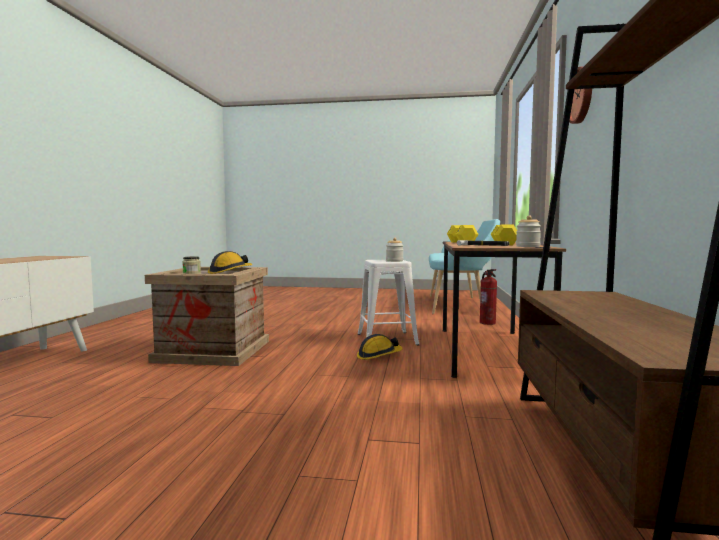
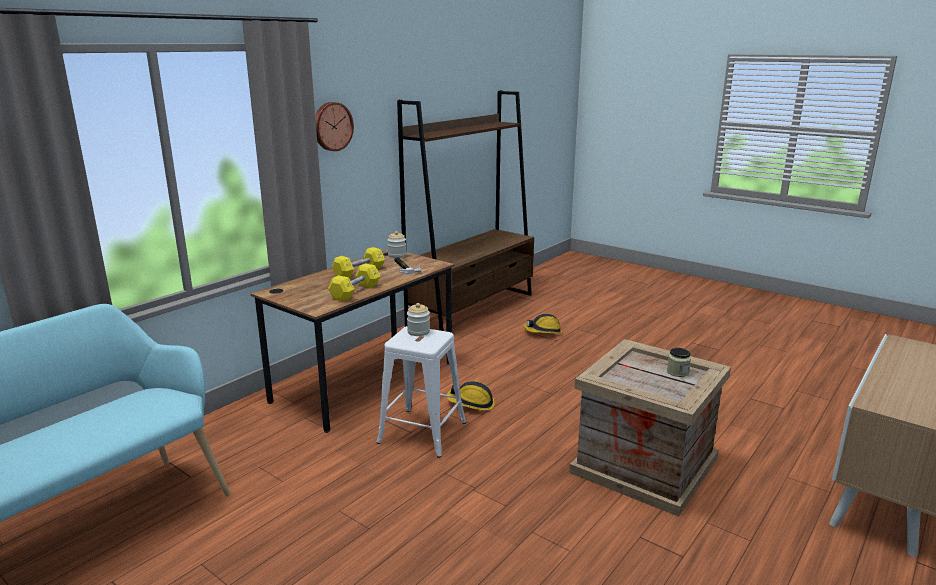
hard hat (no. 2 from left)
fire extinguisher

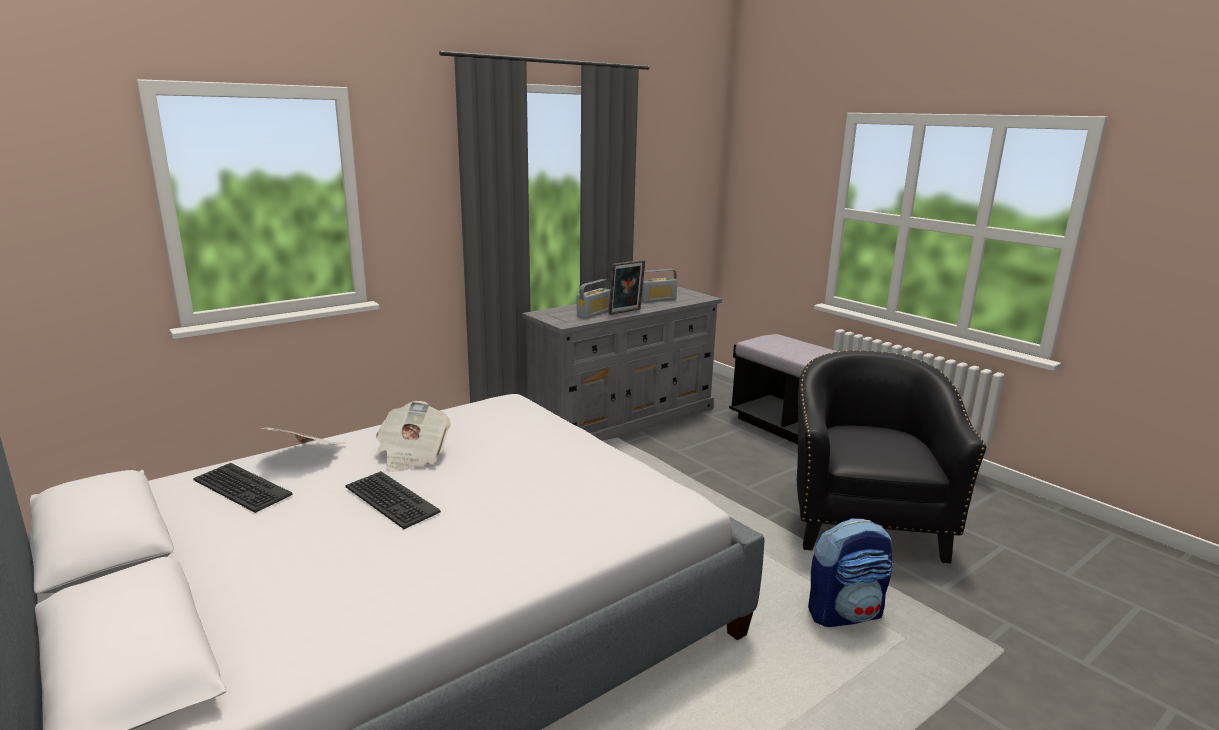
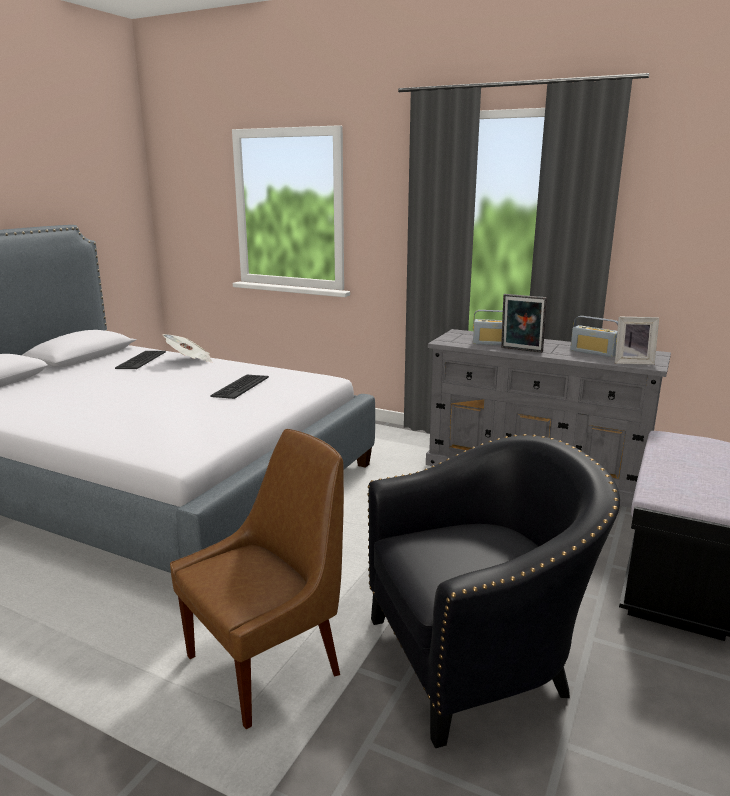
newspaper (no. 2 from left in the first image)
keyboard (no. 2 from left)
chair (brown)
picture frame (no. 2 from left)

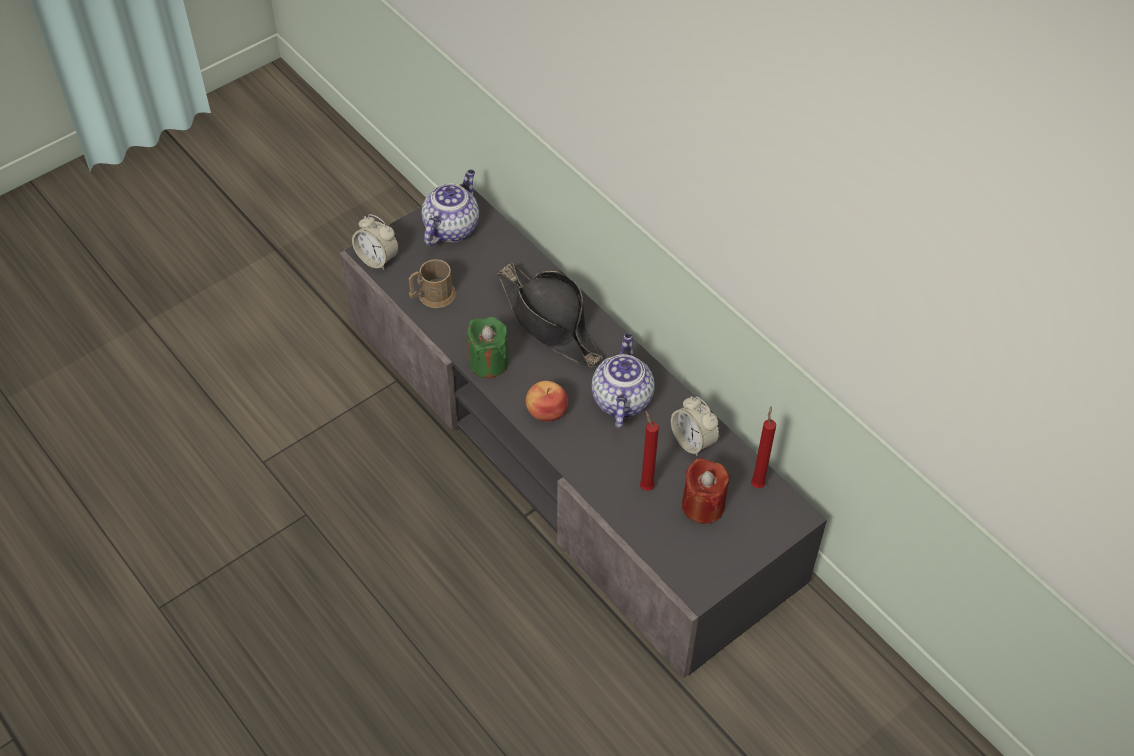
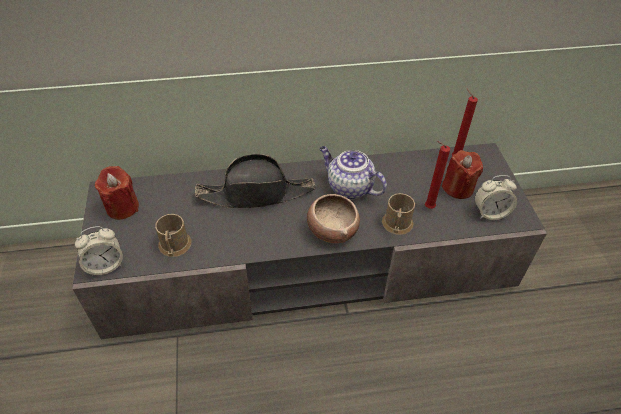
candle (red) (no. 1 from left)
candle (green)
bowl
alarm clock (no. 2 from left)
mug (brown) (no. 2 from left)

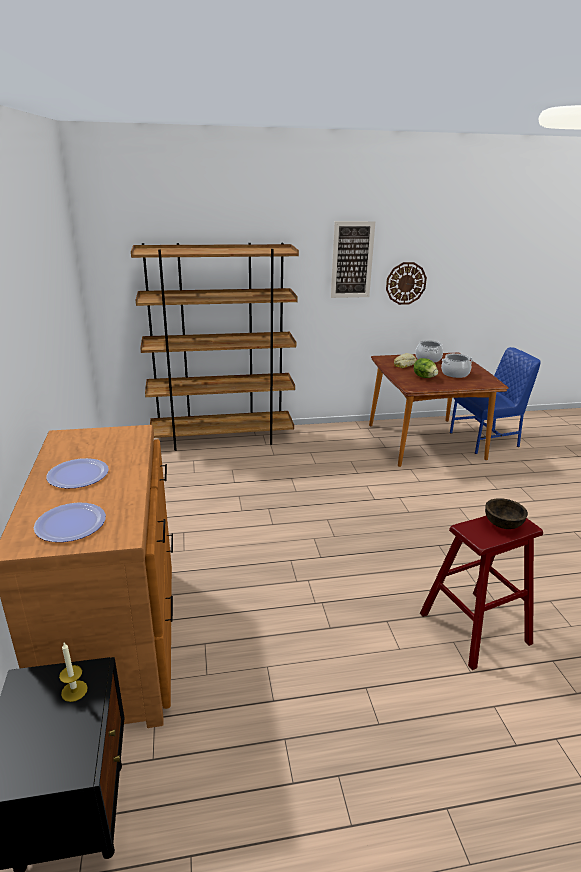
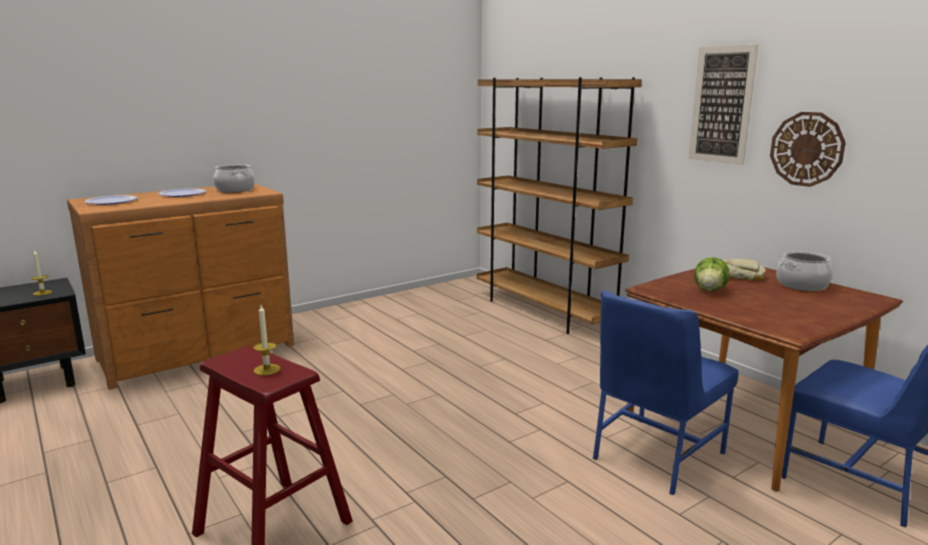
cooking pot (no. 1 from left)
candle (no. 2 from left)
chair (blue) (no. 1 from left)

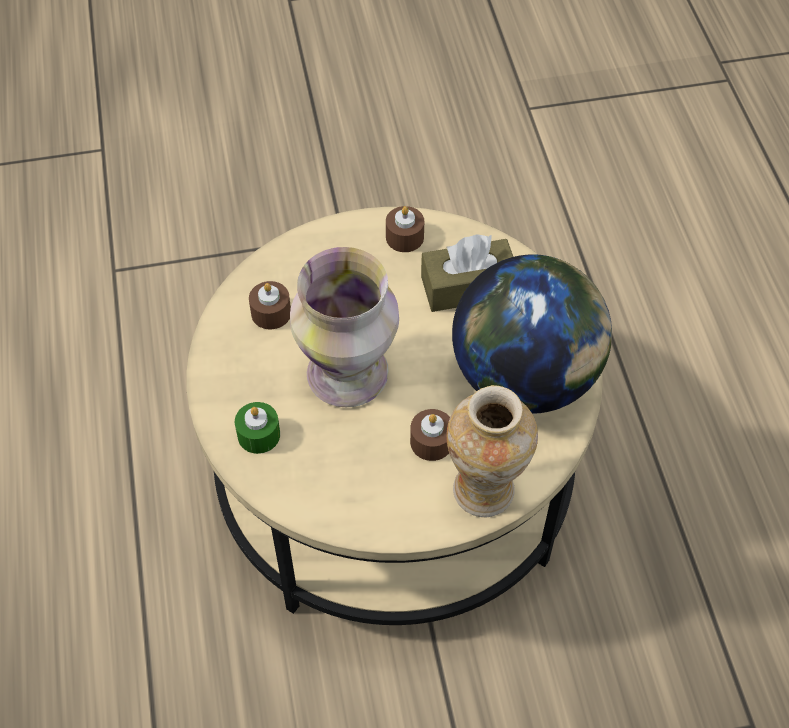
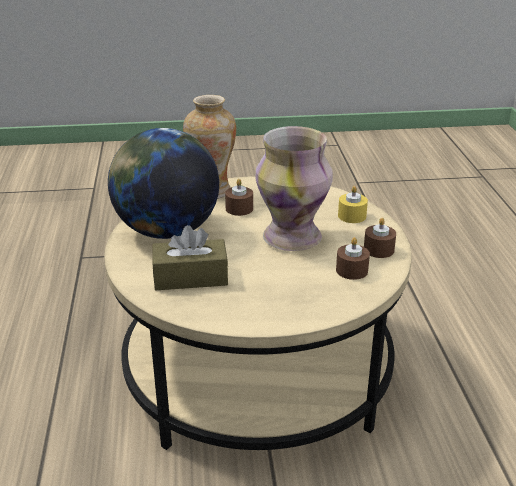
candle (brown) (no. 3 from left)
candle (yellow)

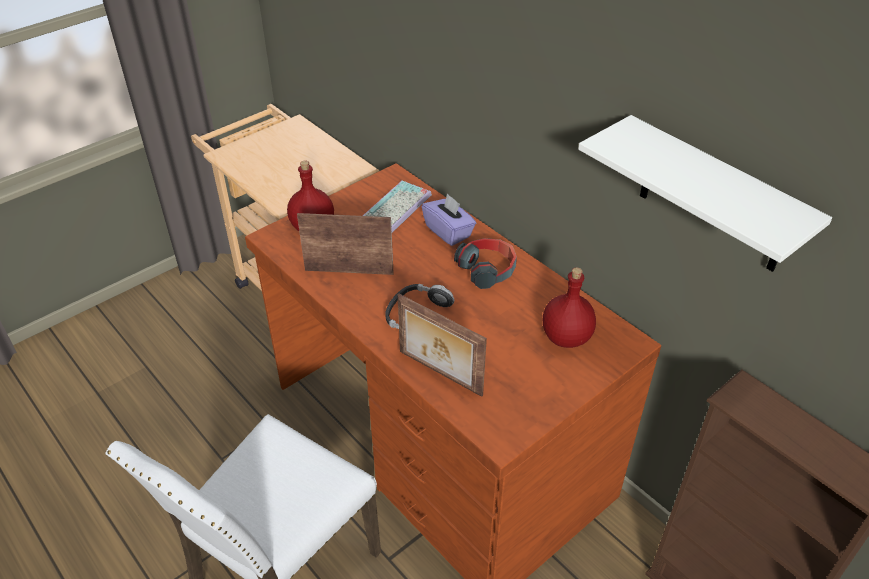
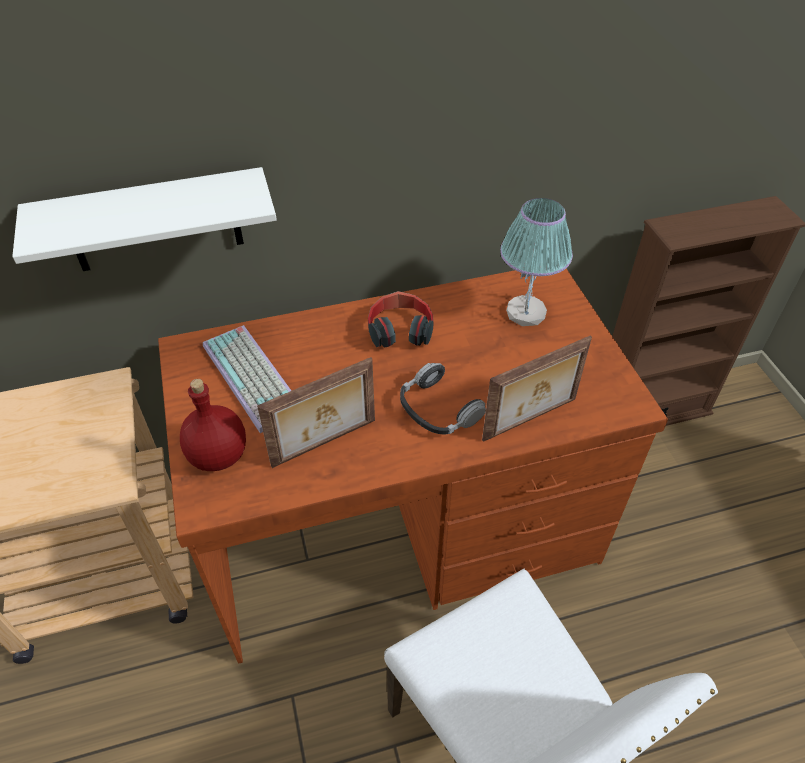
shelf (white)
tissue box (purple)
picture frame (no. 1 from left)
table lamp

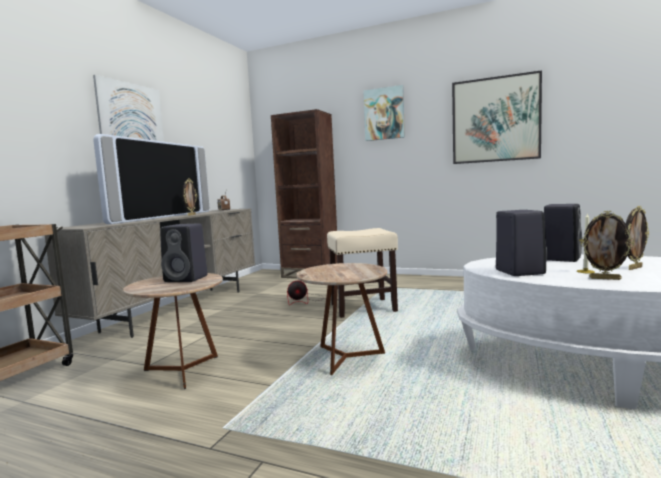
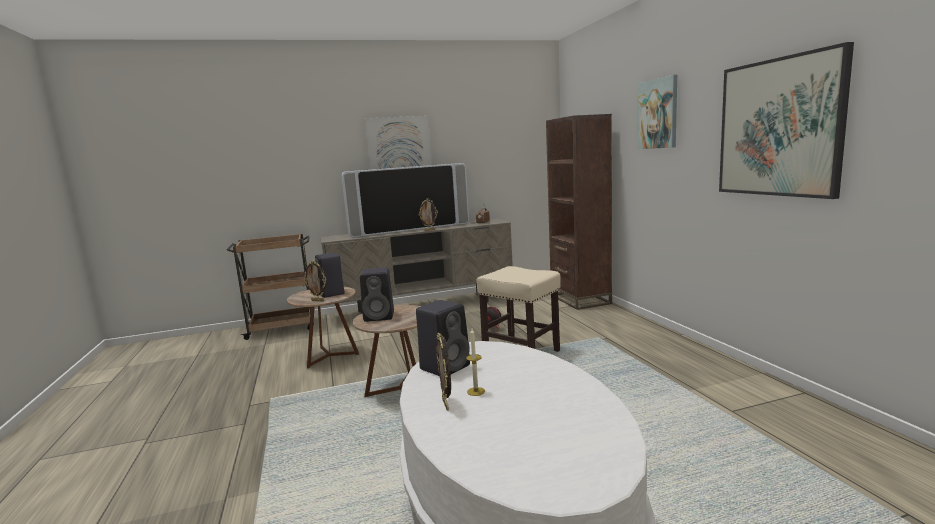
speaker (black) (no. 2 from left)
picture frame (no. 1 from left)

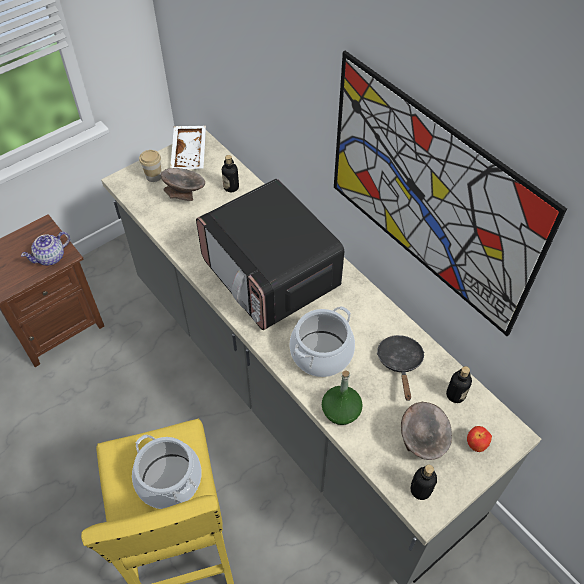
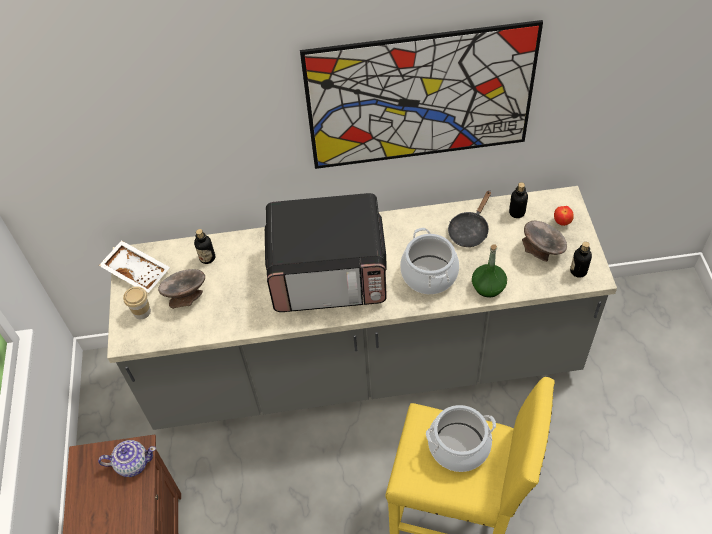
teapot
frying pan (black)

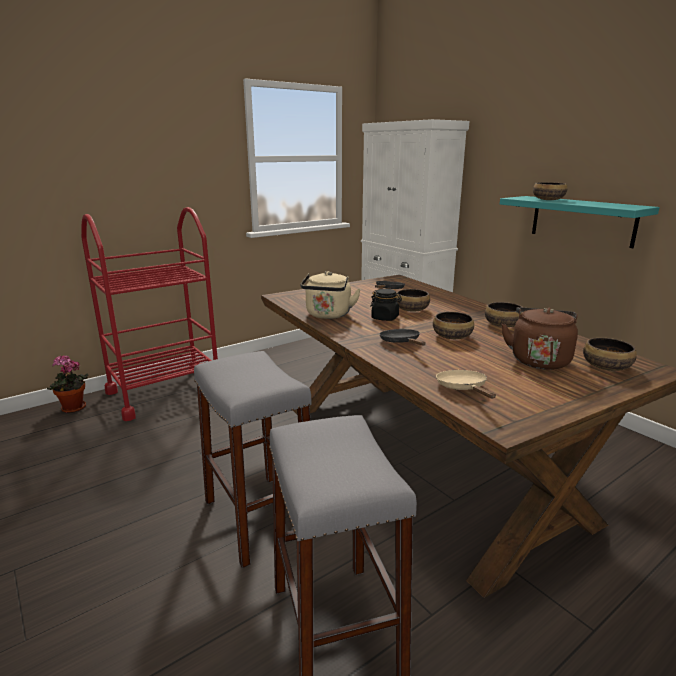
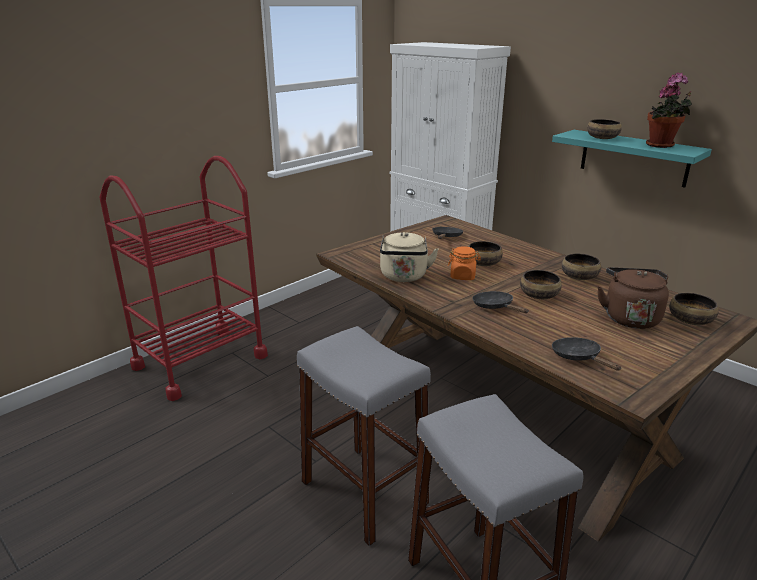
jar (orange)
potted plant
frying pan (black) (no. 3 from left)

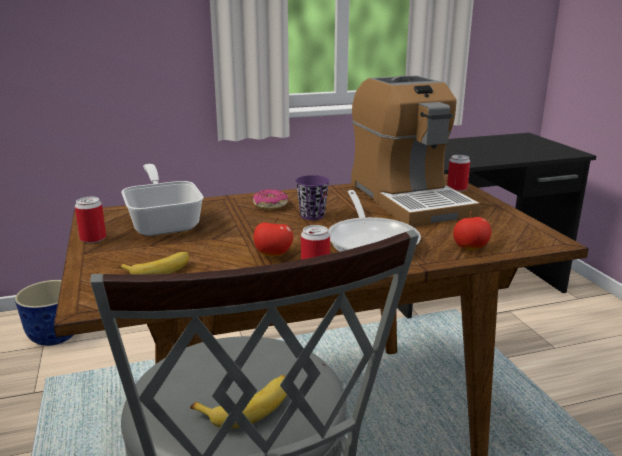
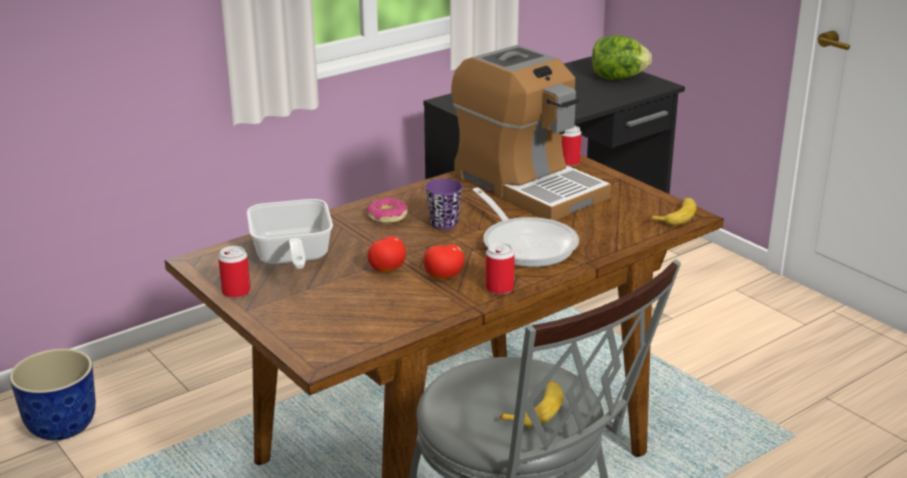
frying pan (no. 1 from left)
apple (no. 1 from left)
banana (no. 2 from left)
lettuce

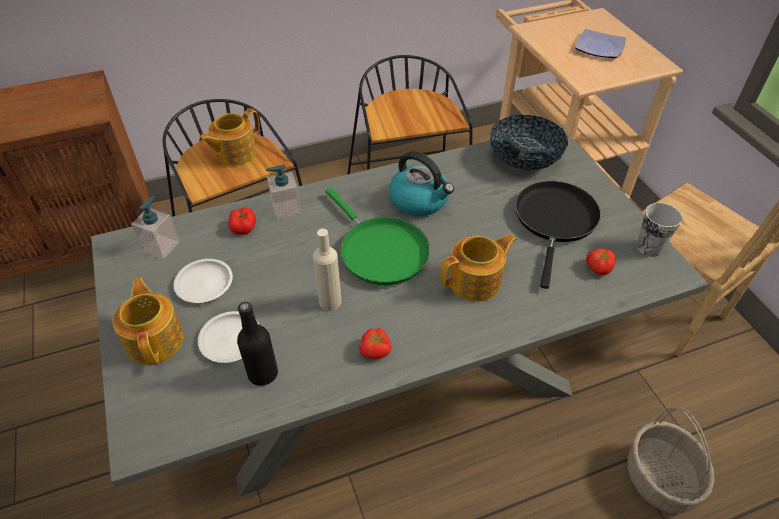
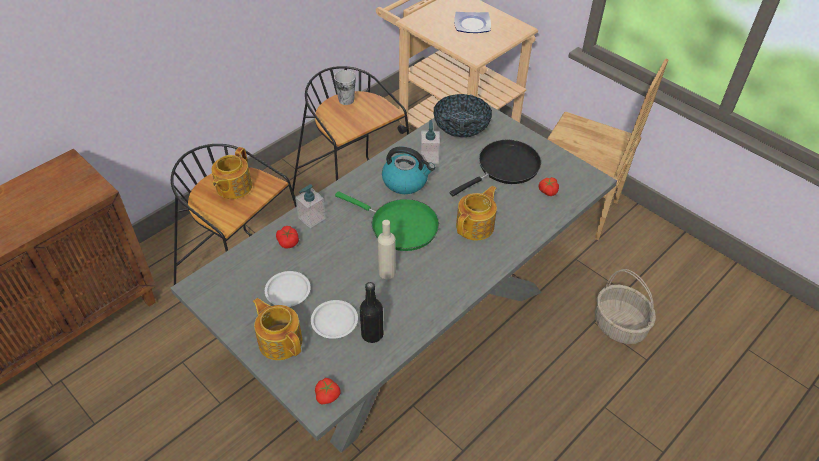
frying pan (black)
soap dispenser (no. 2 from left)
cup
tomato (no. 2 from left)

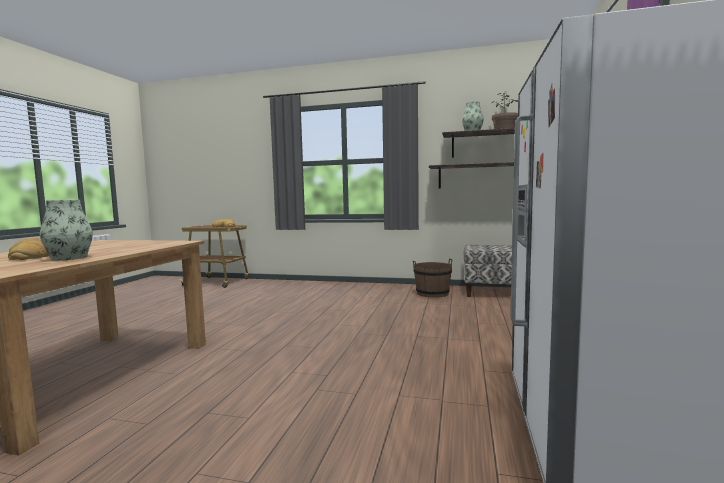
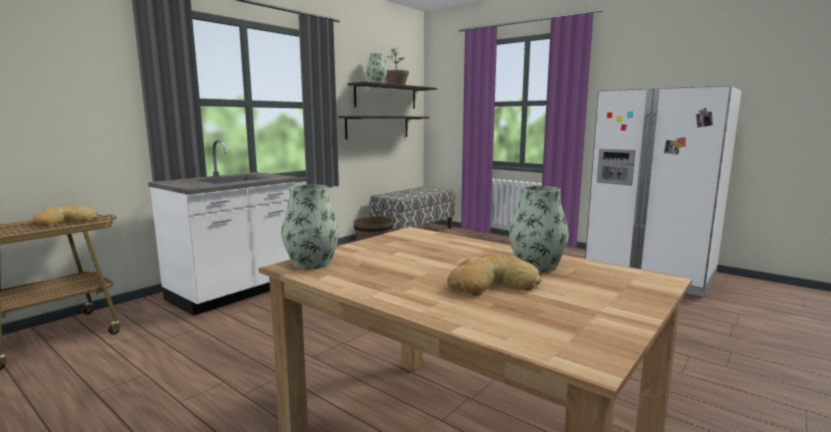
counter (white)
vase (no. 1 from left)

